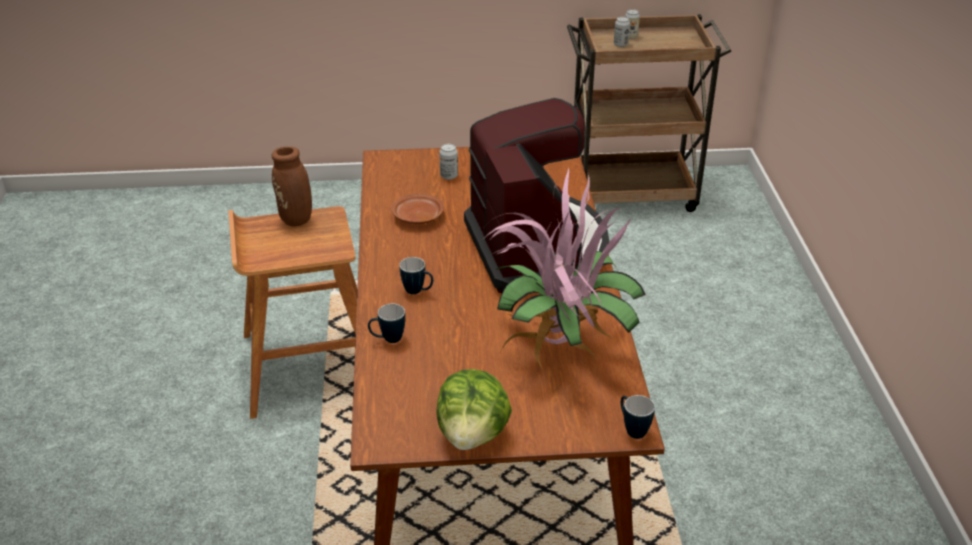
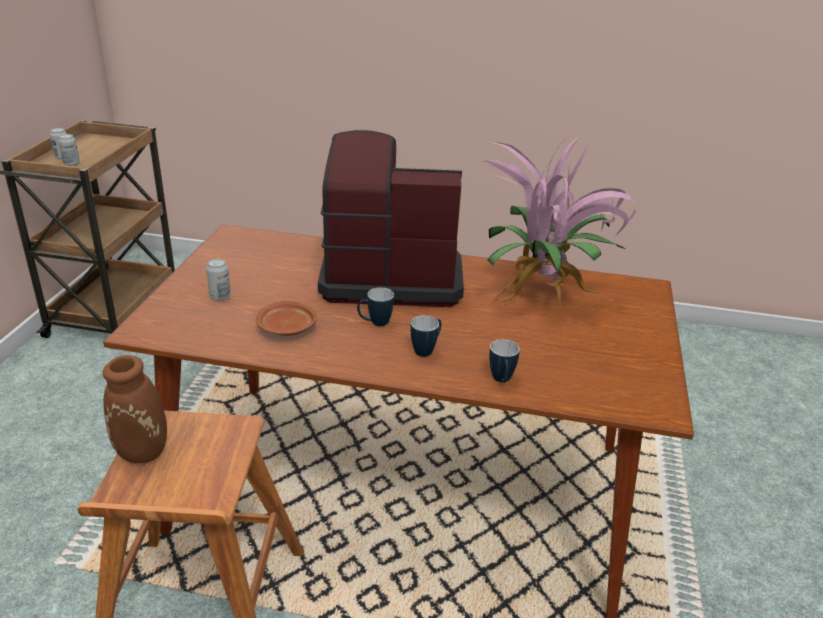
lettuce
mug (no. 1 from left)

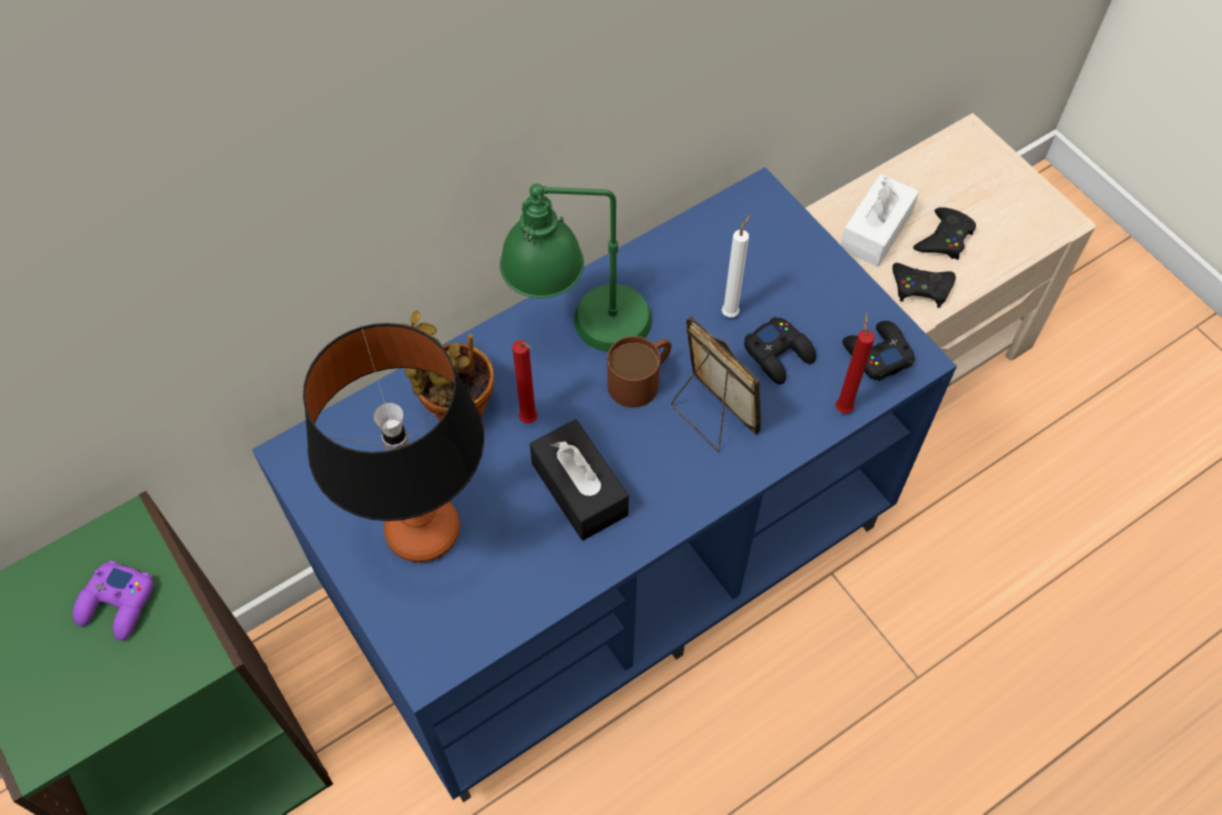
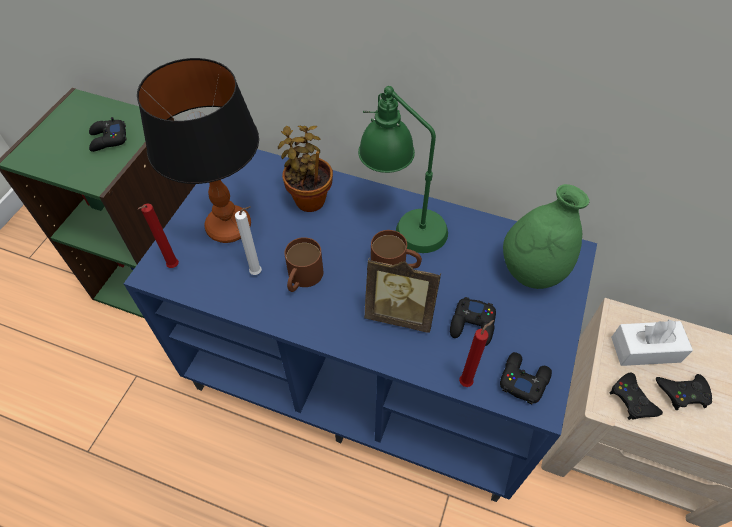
candle (white)
picture frame
candle (red) (no. 1 from left)
mug (brown) (no. 1 from left)
game controller (black) (no. 1 from left)
vase (green)

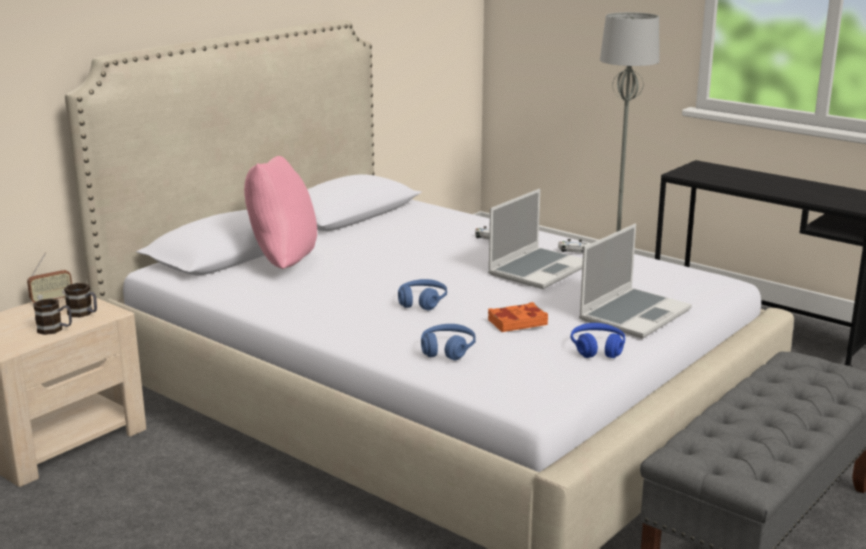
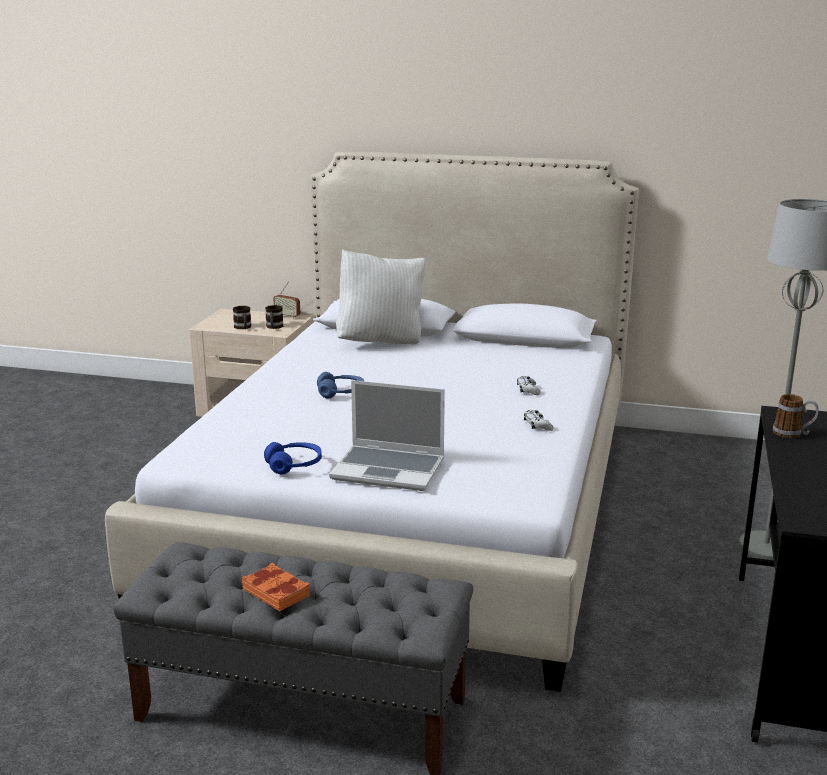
pillow (white)
laptop (no. 1 from left in the first image)
book (orange)
headphones (blue) (no. 2 from left in the first image)
mug (no. 3 from left)

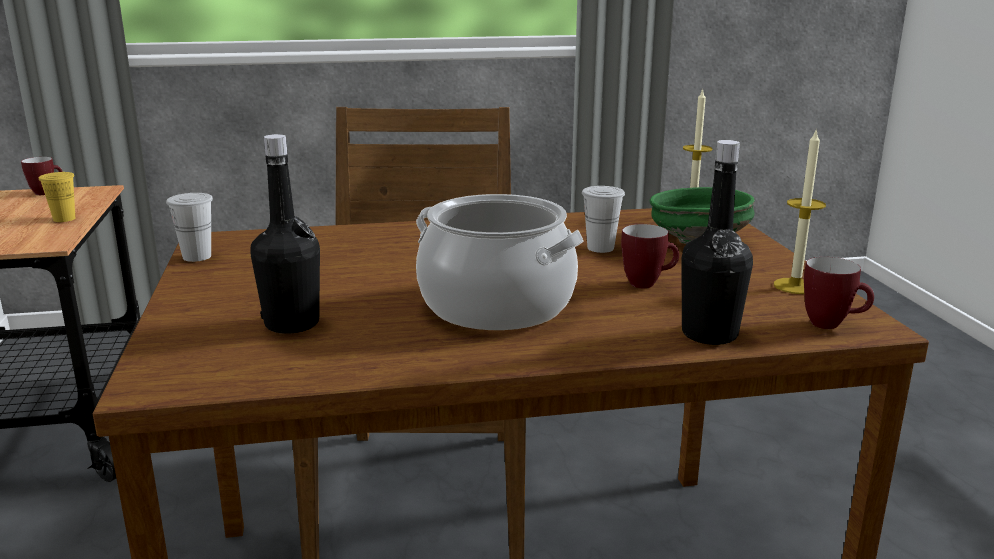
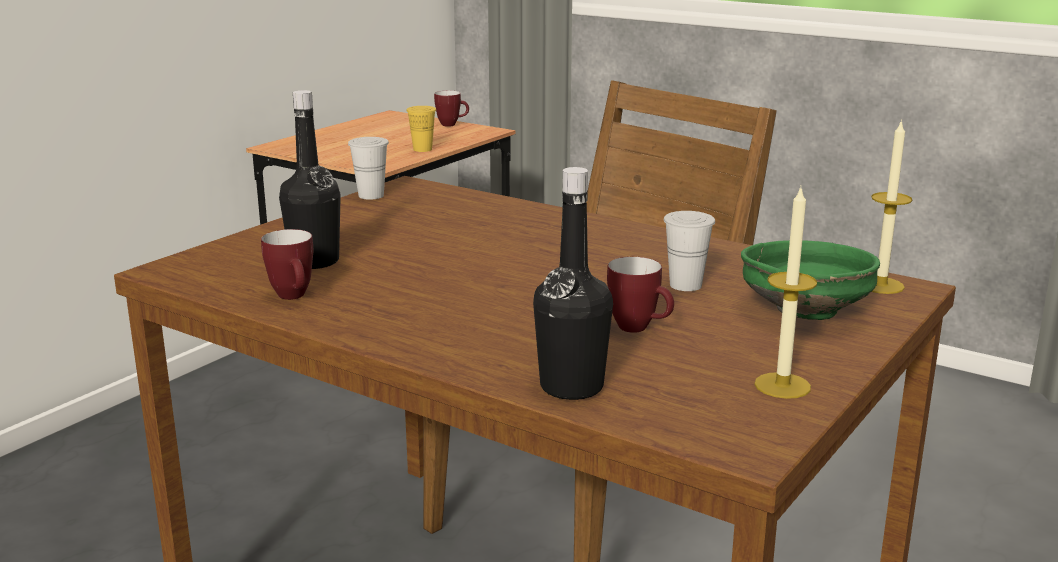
cooking pot
mug (no. 1 from left)

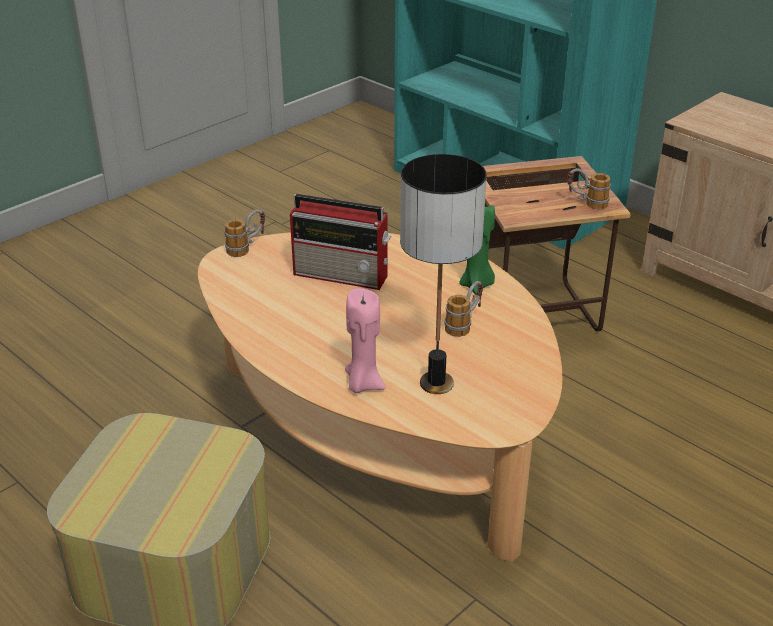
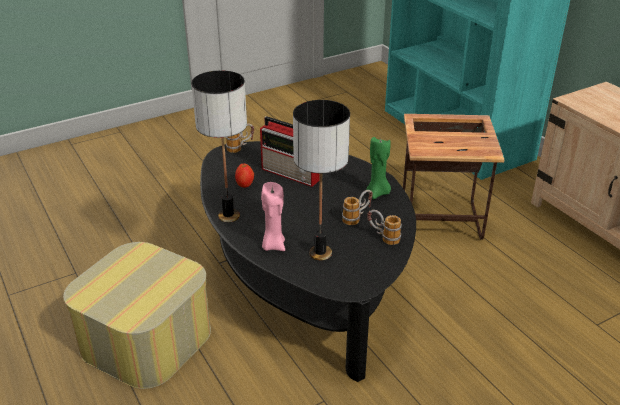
mug (no. 3 from left)
coffee table (black)
table lamp (no. 1 from left)
apple

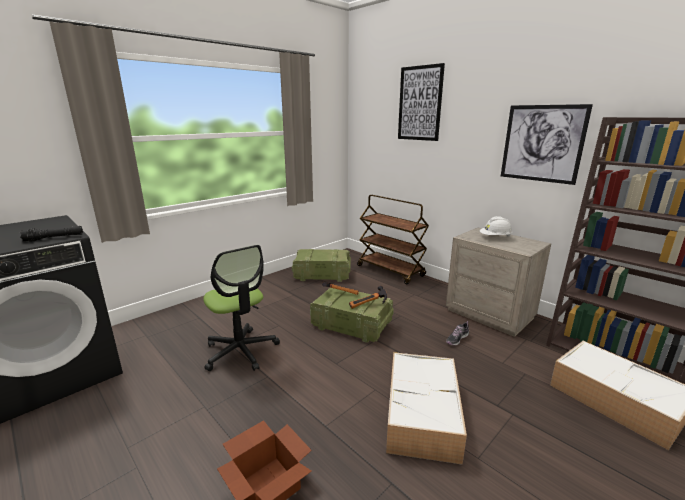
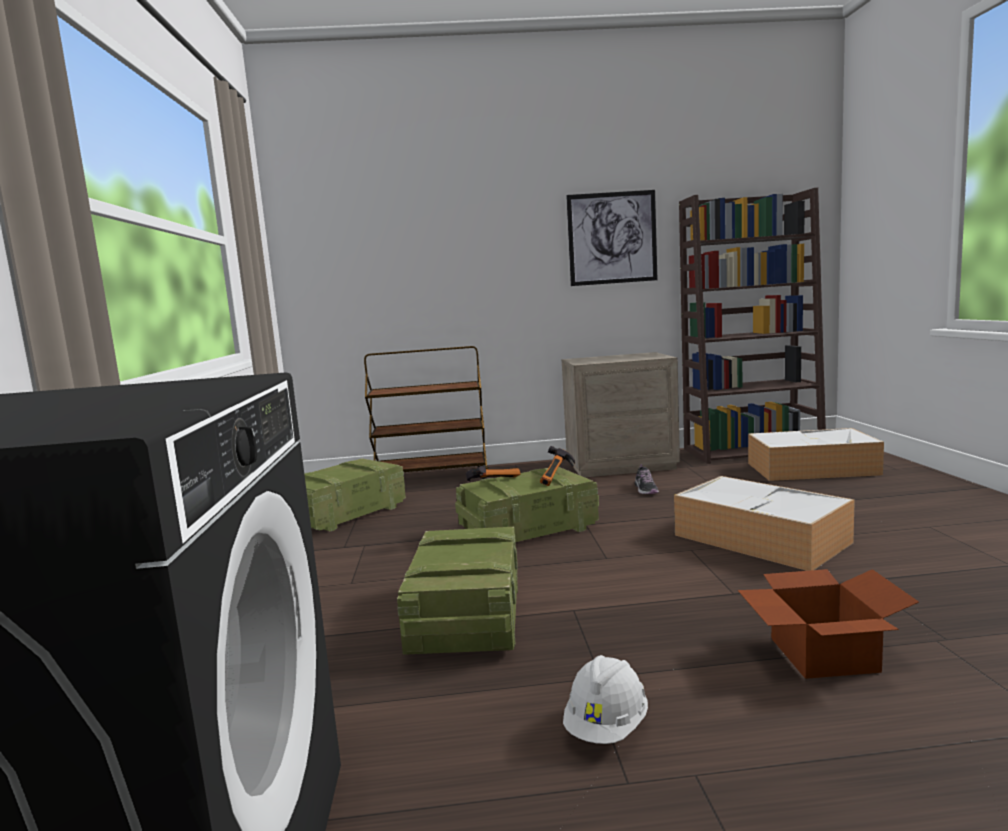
picture (no. 1 from left in the first image)
hard hat (white)
flashlight (black)
crate (no. 2 from left)

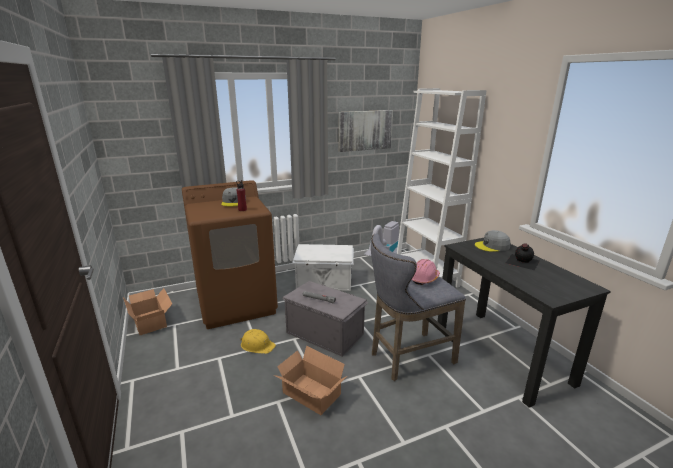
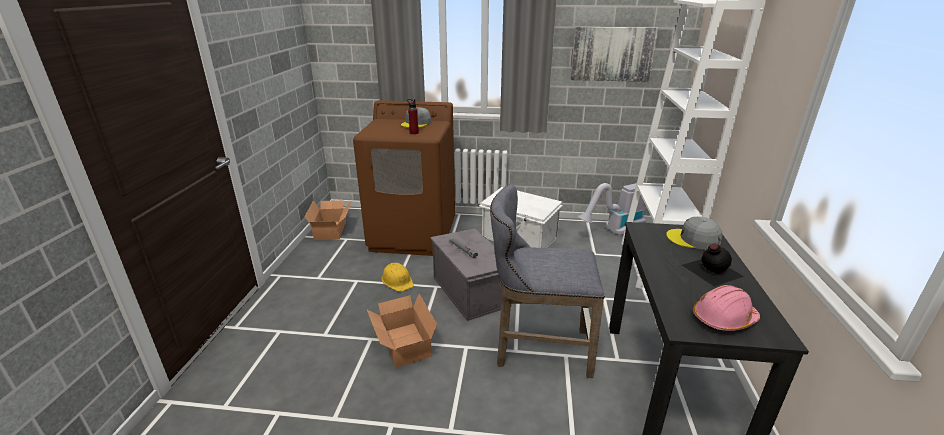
hard hat (pink)

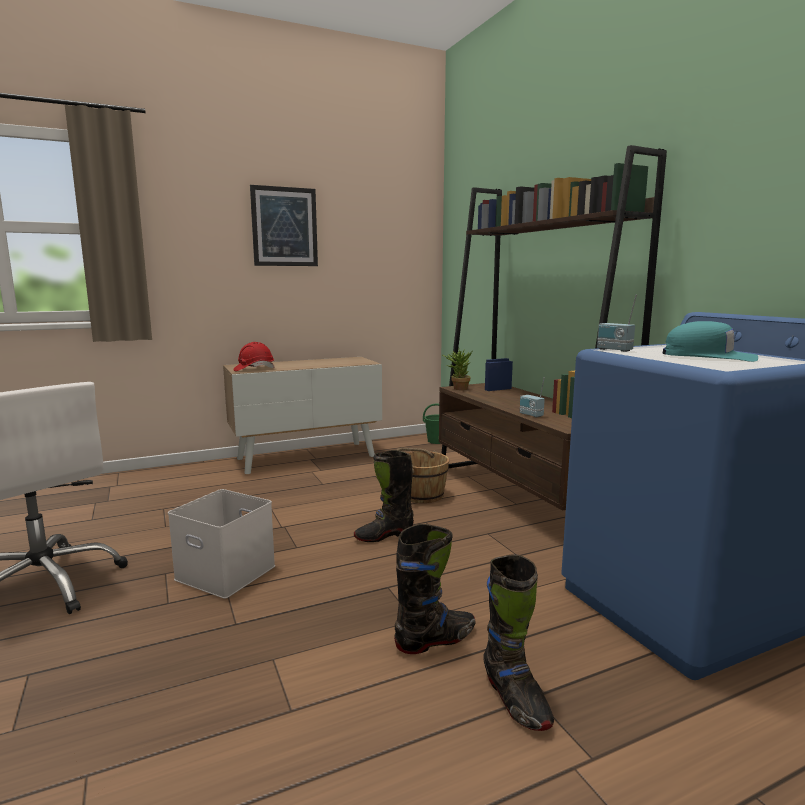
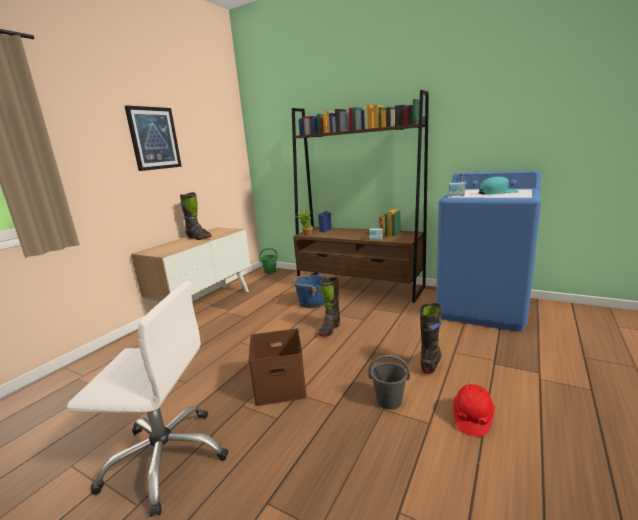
hard hat (red)
bucket (blue)
storage box (brown)
boot (black) (no. 1 from left)
bucket (grey)

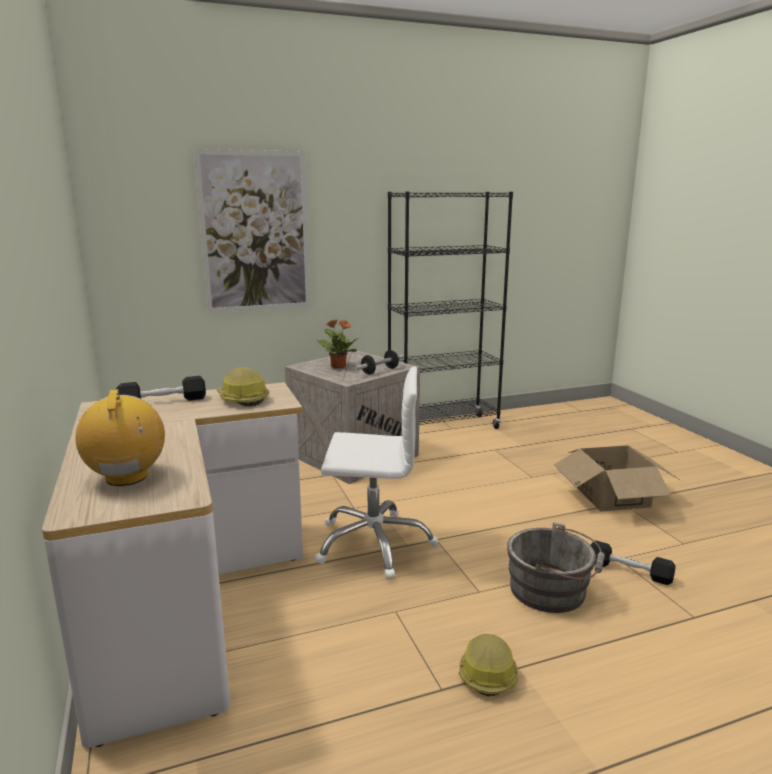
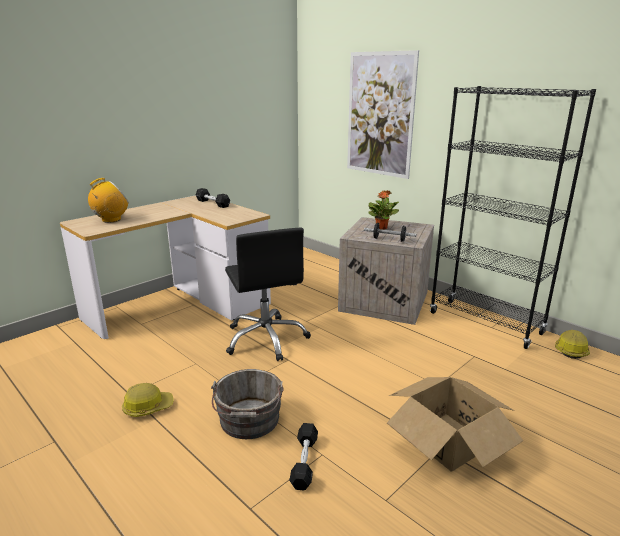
hard hat (no. 2 from left)
office chair (black)

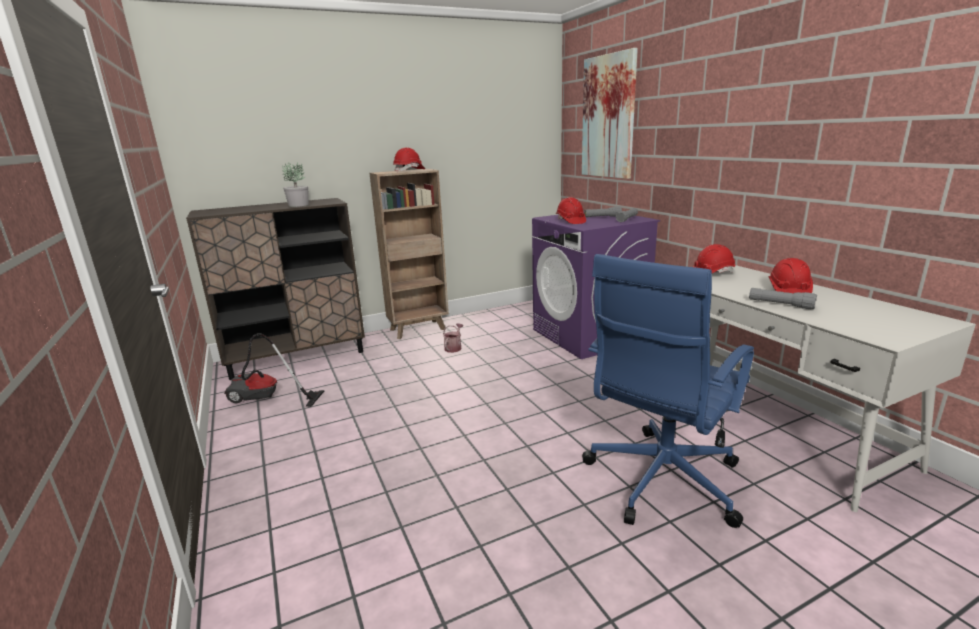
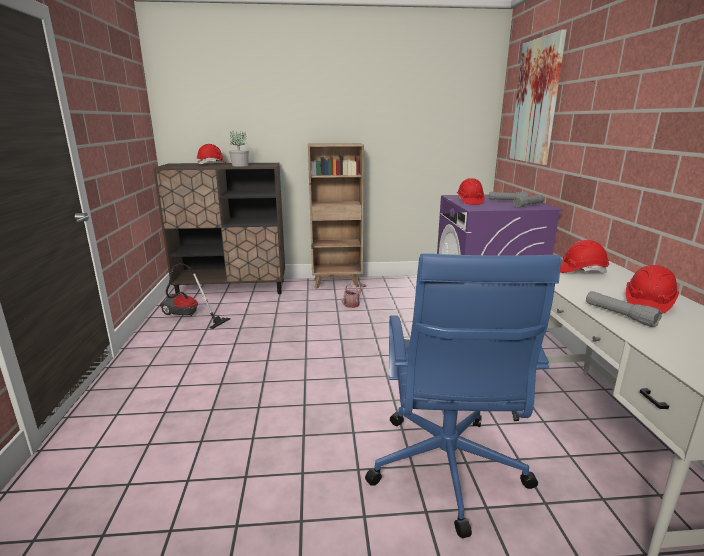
hard hat (red) (no. 1 from left)
office chair (blue)

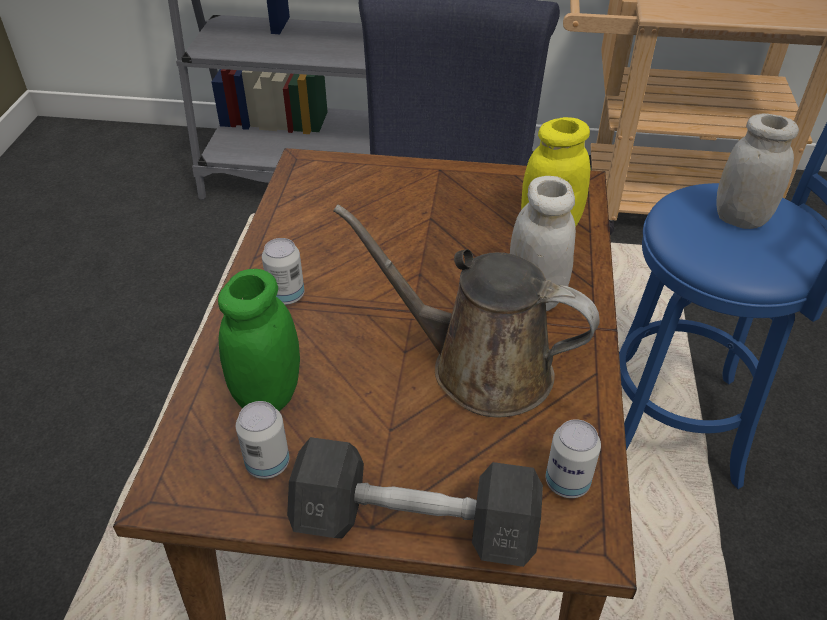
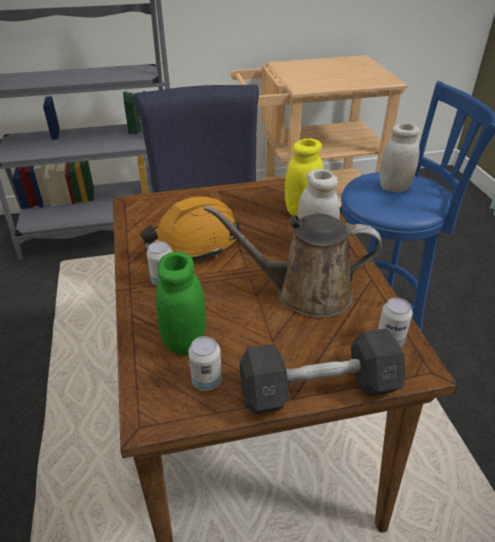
hard hat (orange)

